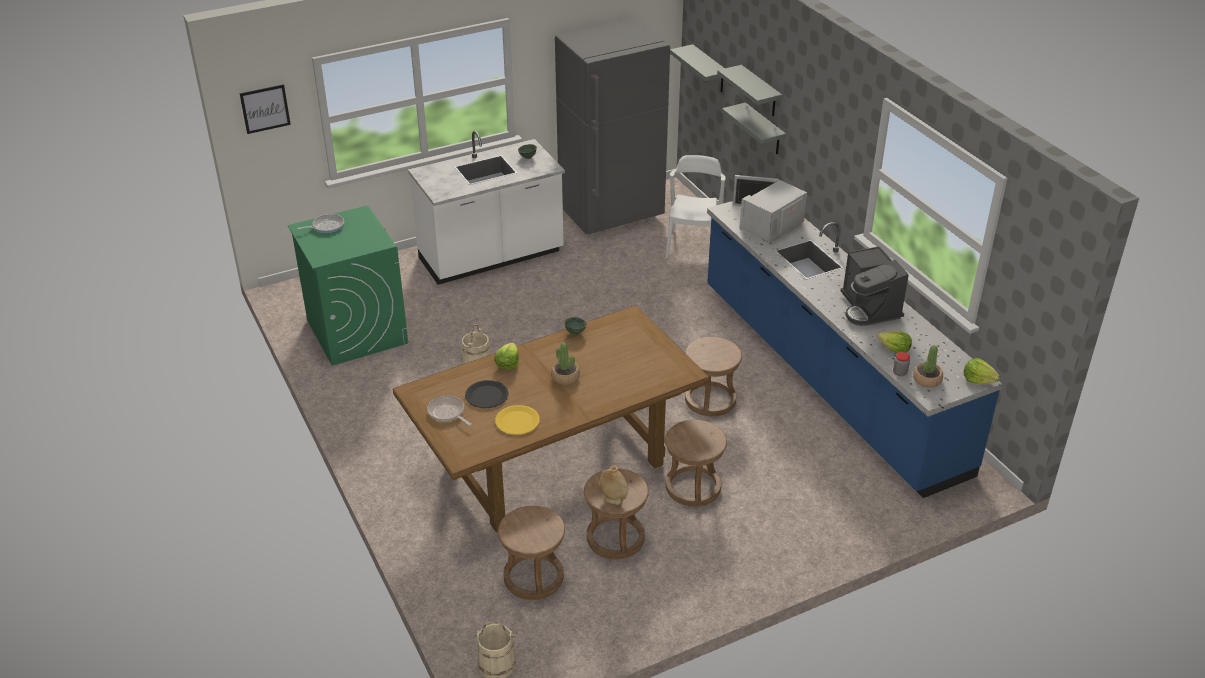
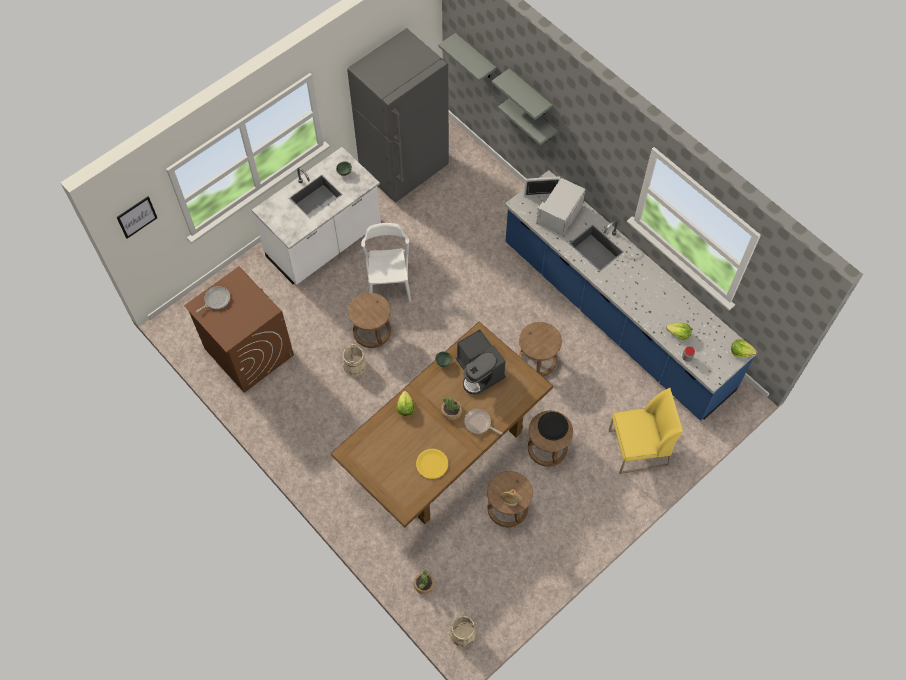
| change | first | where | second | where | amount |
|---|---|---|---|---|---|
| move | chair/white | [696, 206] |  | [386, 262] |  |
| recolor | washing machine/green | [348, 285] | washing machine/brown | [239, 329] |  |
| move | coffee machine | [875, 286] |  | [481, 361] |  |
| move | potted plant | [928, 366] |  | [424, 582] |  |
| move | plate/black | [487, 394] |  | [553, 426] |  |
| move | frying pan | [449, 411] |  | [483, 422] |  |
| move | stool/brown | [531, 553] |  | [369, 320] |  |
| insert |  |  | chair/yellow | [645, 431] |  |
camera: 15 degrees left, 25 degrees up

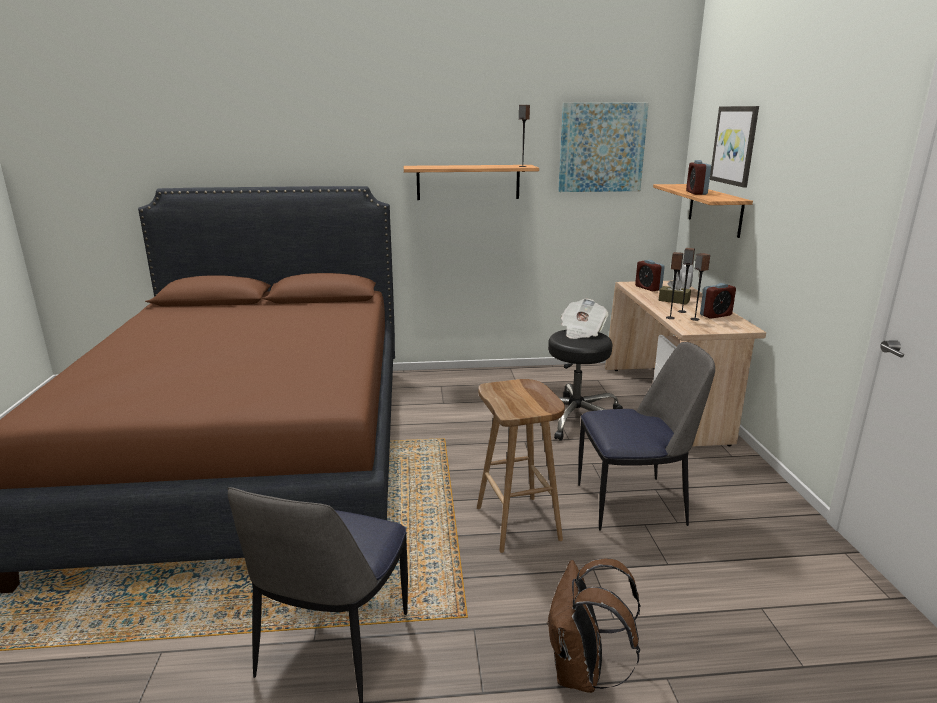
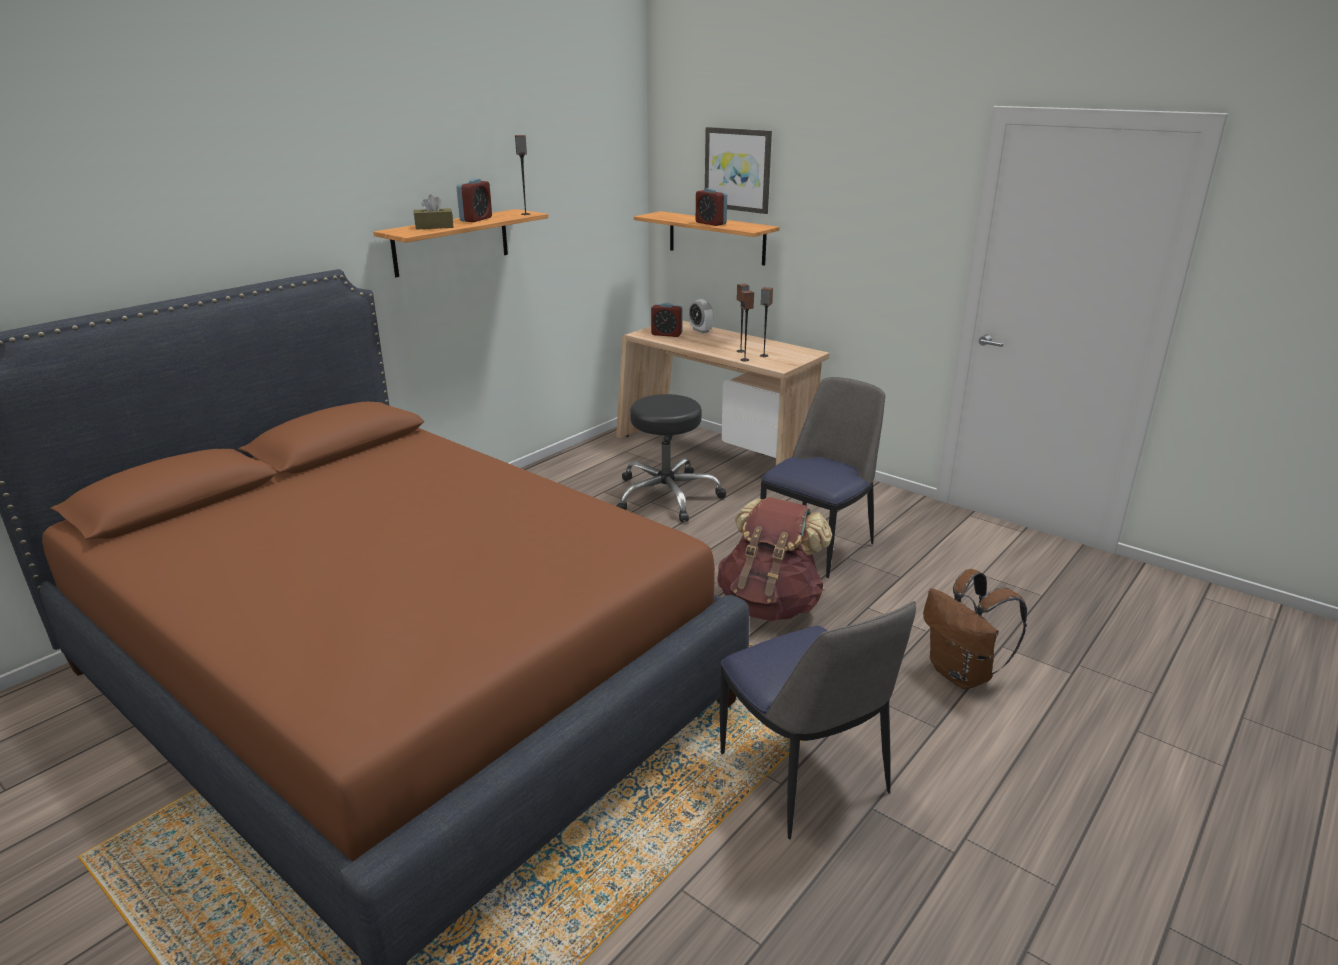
| change | first | where | second | where | amount |
|---|---|---|---|---|---|
| delete | picture | [603, 147] |  |  |  |
| move | tissue box/brown | [675, 291] |  | [434, 212] |  |
| move | alarm clock | [718, 301] |  | [474, 200] |  |
| delete | newspaper | [584, 319] |  |  |  |
| replace | stool/brown | [521, 466] | backpack/brown | [774, 559] |  |
camera: 45 degrees left, 5 degrees up

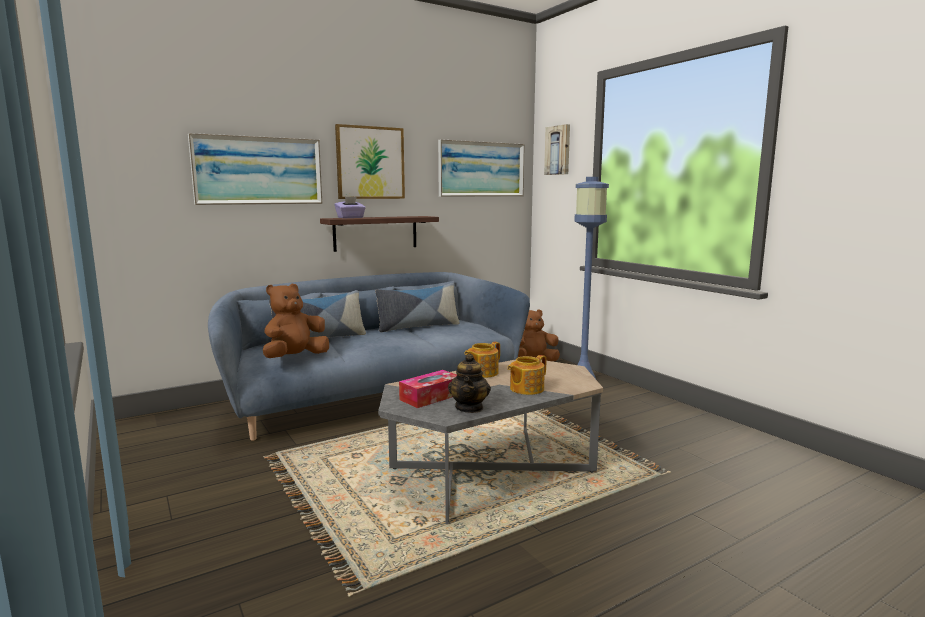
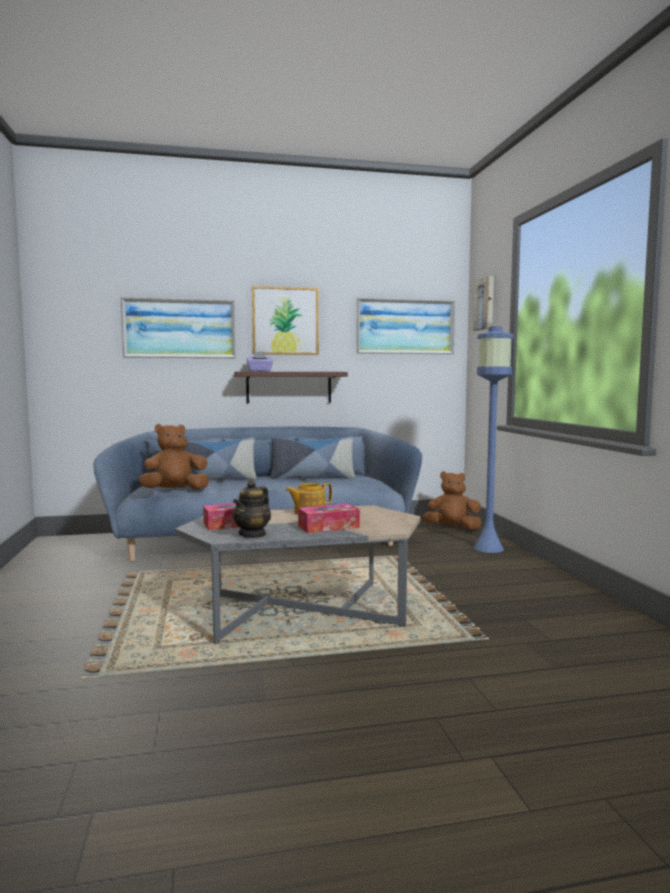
| change | first | where | second | where | amount |
|---|---|---|---|---|---|
| replace | teapot | [526, 375] | tissue box | [329, 518] |  |
camera: 20 degrees right, 5 degrees down

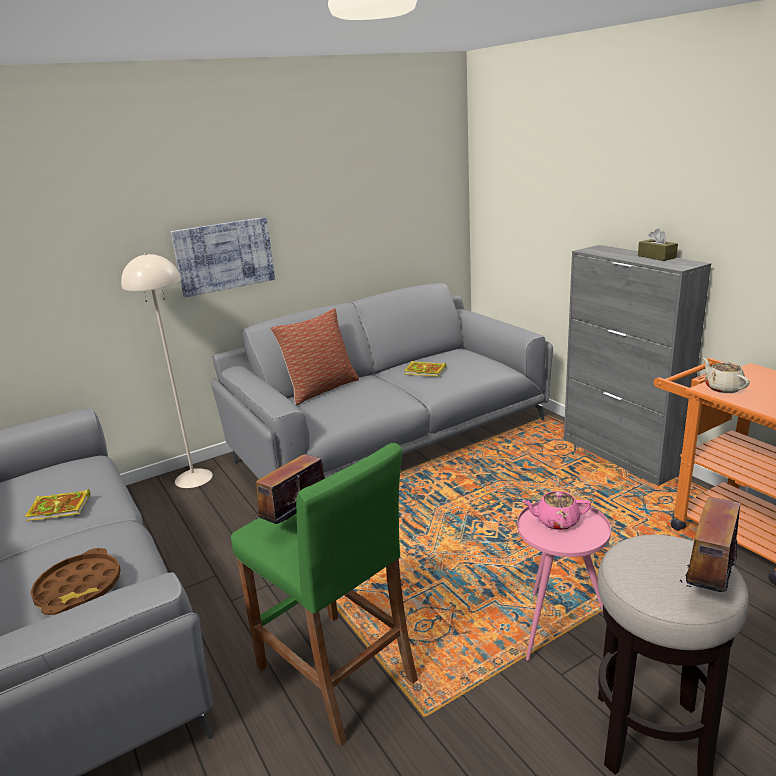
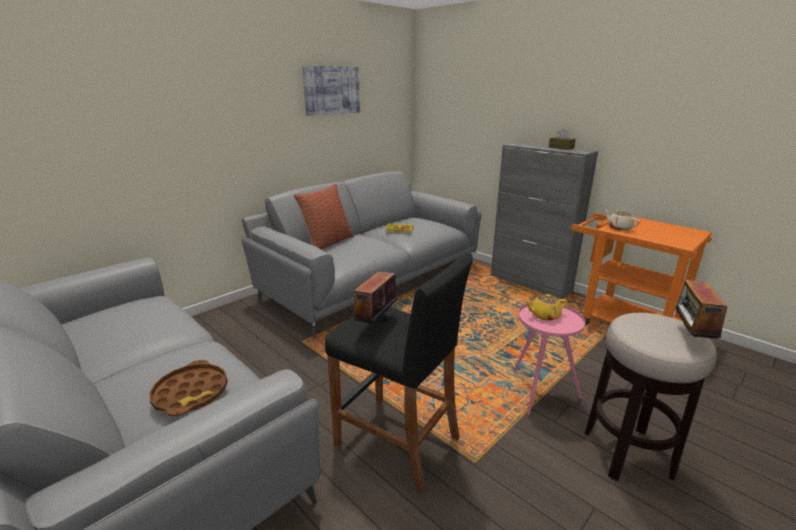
| change | first | where | second | where | amount |
|---|---|---|---|---|---|
| move | picture | [223, 257] |  | [331, 90] |  |
| delete | floor lamp/beige | [167, 370] |  |  |  |
| recolor | stool/green | [324, 594] | stool/black | [398, 373] |  |
| delete | book | [58, 505] |  |  |  |
| recolor | teapot/pink | [556, 510] | teapot/yellow | [546, 307] |  |
camera: 15 degrees left, 0 degrees up

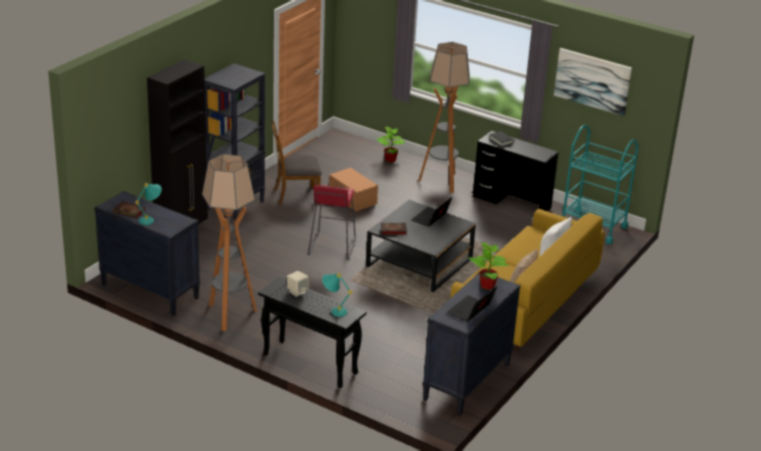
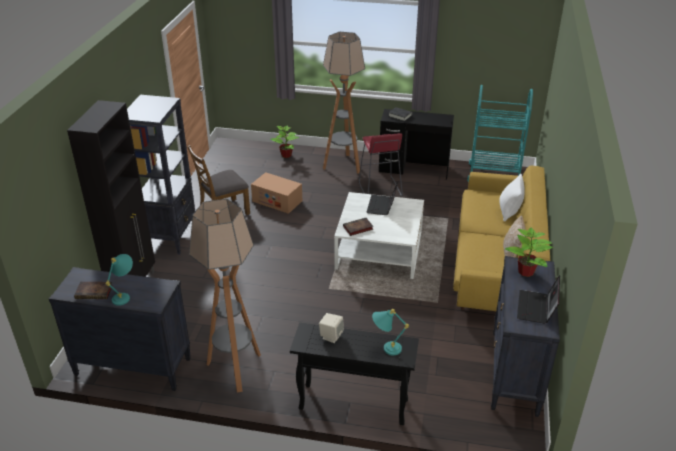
| change | first | where | second | where | amount |
|---|---|---|---|---|---|
| delete | picture | [593, 82] |  |  |  |
| move | stool/red | [332, 222] |  | [381, 164] |  |
| recolor | coffee table/black | [421, 246] | coffee table/white | [379, 235] |  |
camera: 20 degrees left, 5 degrees up

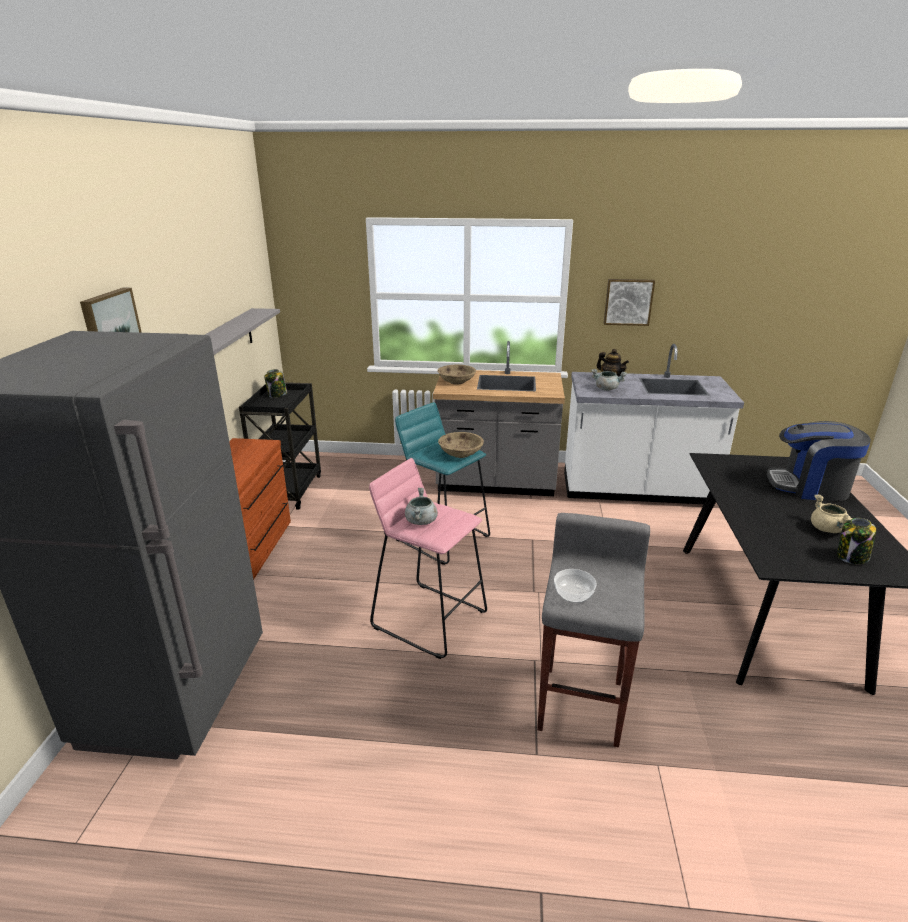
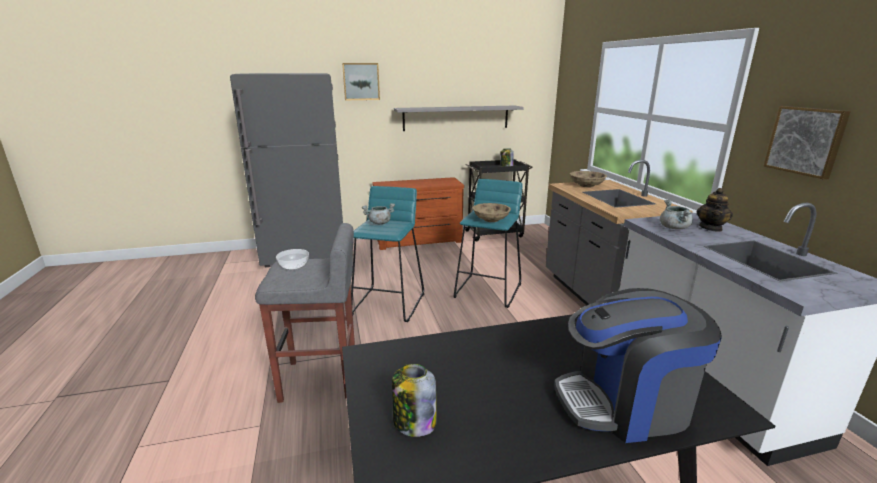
| change | first | where | second | where | amount |
|---|---|---|---|---|---|
| rotate | coffee machine | [819, 461] |  | [638, 365] | 90 degrees counterclockwise |
| recolor | stool/pink | [428, 558] | stool/turquoise | [387, 254] |  |
| delete | cooking pot/beige | [832, 514] |  |  |  |
camera: 70 degrees right, 5 degrees down

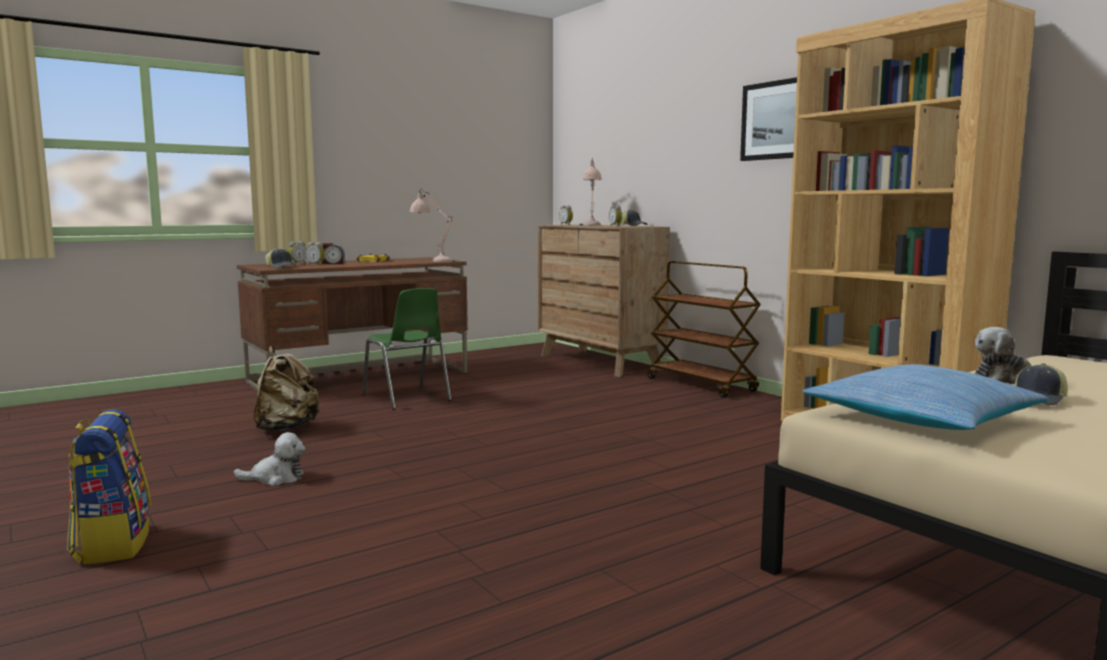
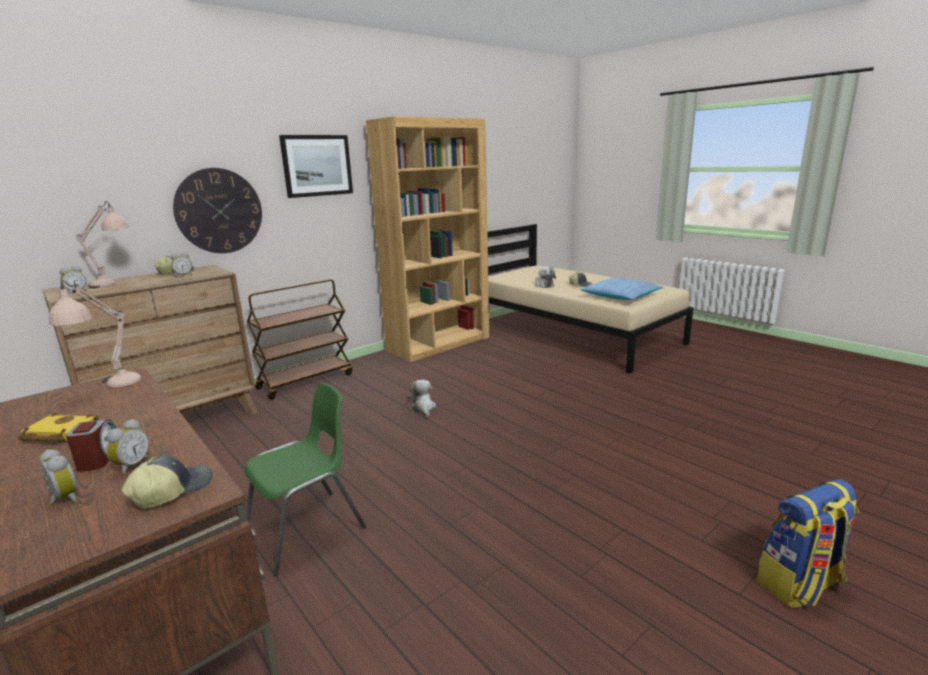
| change | first | where | second | where | amount |
|---|---|---|---|---|---|
| delete | backpack/beige | [286, 388] |  |  |  |
| move | plush toy | [269, 459] |  | [422, 399] |  |
| insert |  |  | wall clock | [217, 210] |  |
camera: 95 degrees left, 10 degrees up

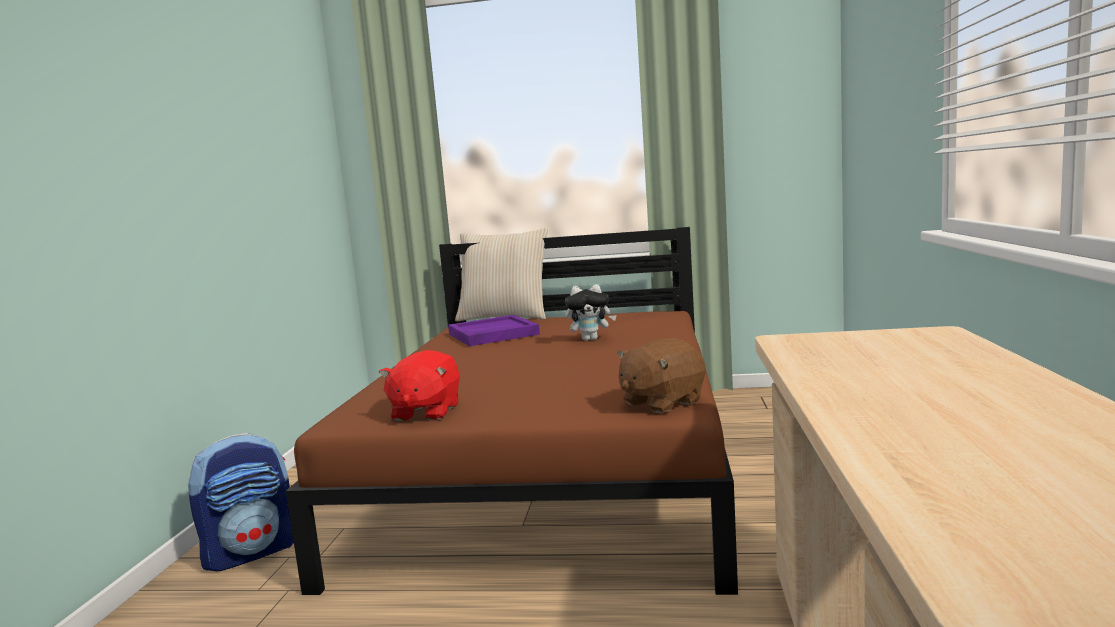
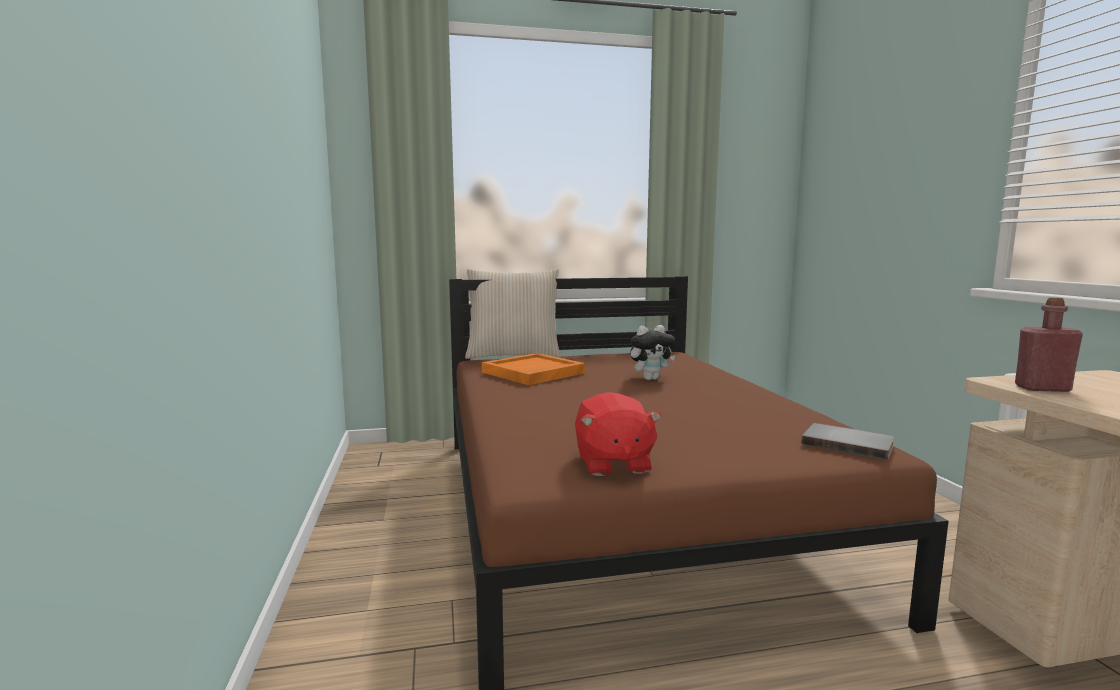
| change | first | where | second | where | amount |
|---|---|---|---|---|---|
| recolor | tray/purple | [494, 330] | tray/orange | [533, 369] |  |
| replace | plush toy/brown | [661, 375] | book/grey | [848, 441] |  |
| delete | backpack | [240, 502] |  |  |  |
| insert |  |  | bottle/red | [1049, 344] |  |
camera: 20 degrees left, 0 degrees up

